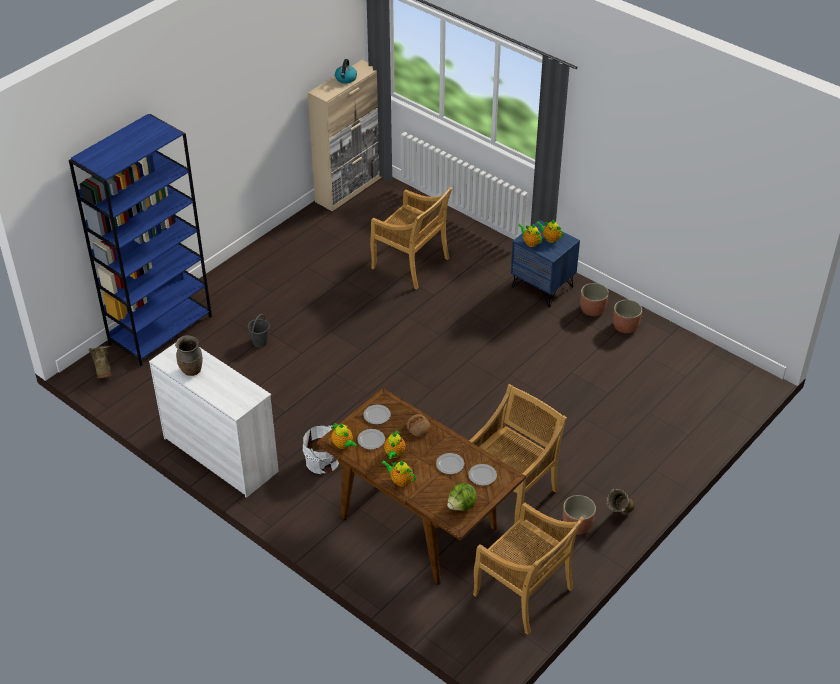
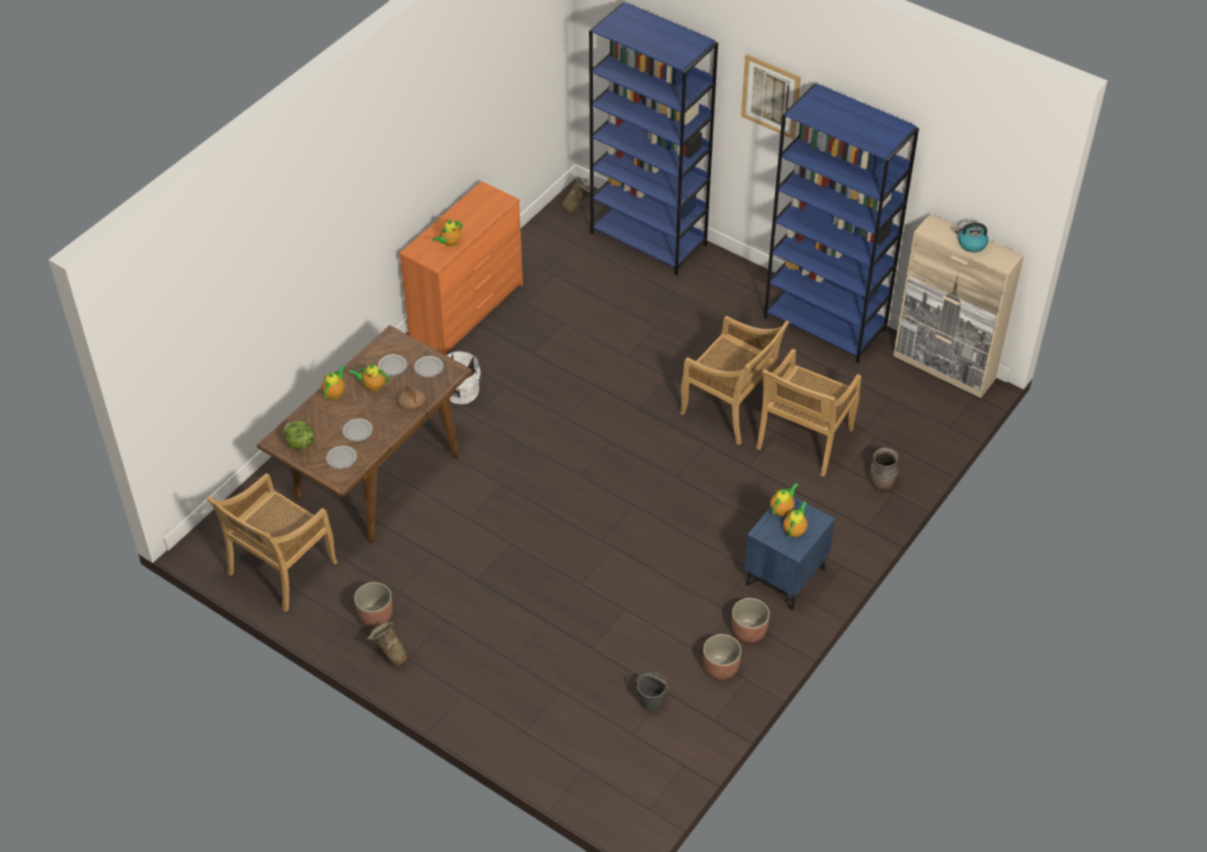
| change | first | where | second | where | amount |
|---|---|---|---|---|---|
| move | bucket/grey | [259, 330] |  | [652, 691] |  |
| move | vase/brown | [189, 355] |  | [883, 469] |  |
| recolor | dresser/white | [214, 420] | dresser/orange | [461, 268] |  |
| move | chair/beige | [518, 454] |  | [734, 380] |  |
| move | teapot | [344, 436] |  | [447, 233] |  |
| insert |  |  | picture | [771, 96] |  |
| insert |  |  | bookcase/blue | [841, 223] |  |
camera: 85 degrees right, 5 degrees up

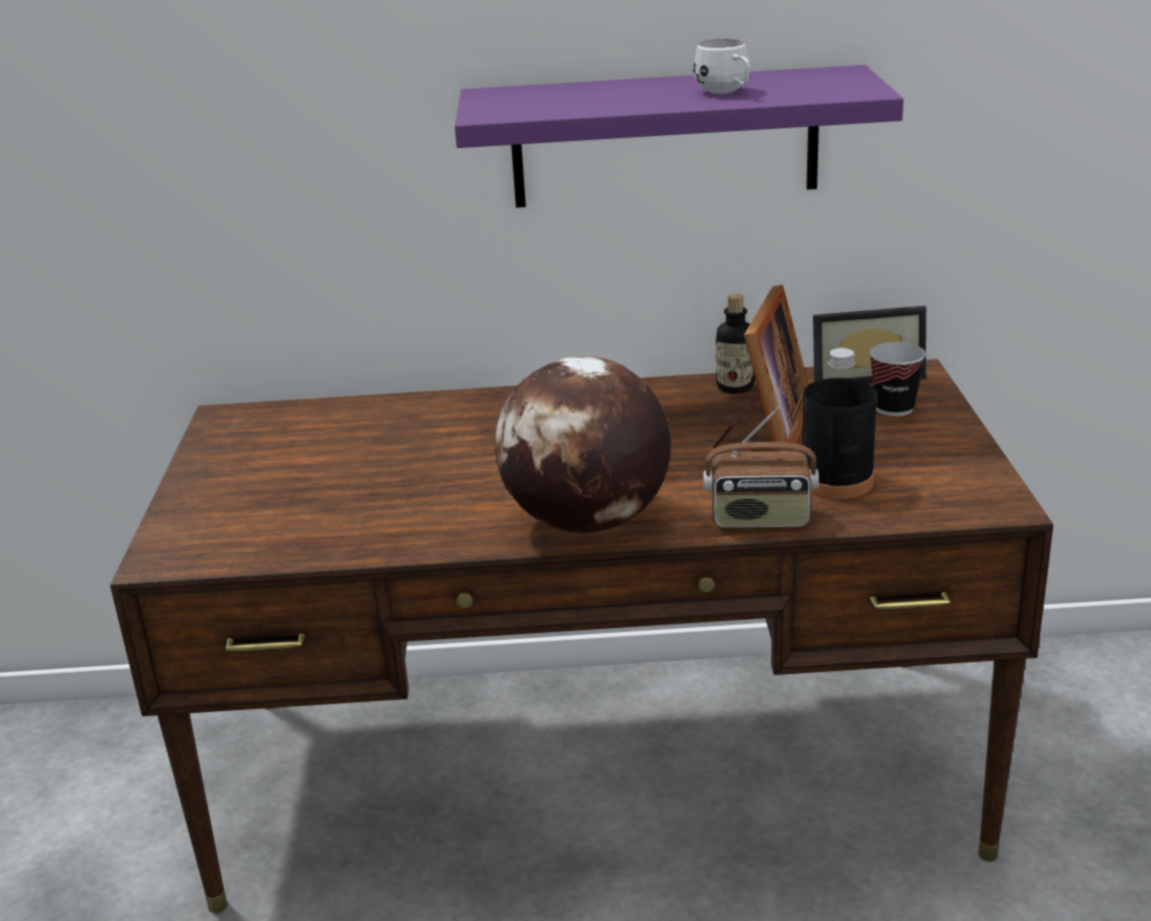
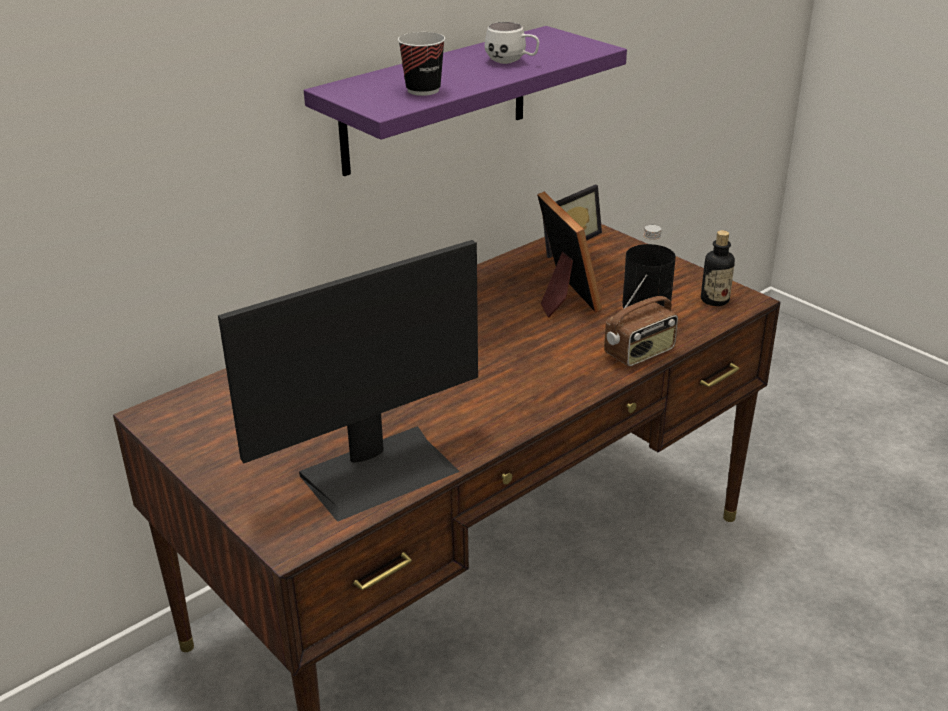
| change | first | where | second | where | amount |
|---|---|---|---|---|---|
| move | bottle | [735, 343] |  | [718, 268] |  |
| move | cup | [897, 379] |  | [421, 64] |  |
| delete | globe | [583, 445] |  |  |  |
| insert |  |  | monitor | [348, 381] |  |
camera: 40 degrees left, 5 degrees up

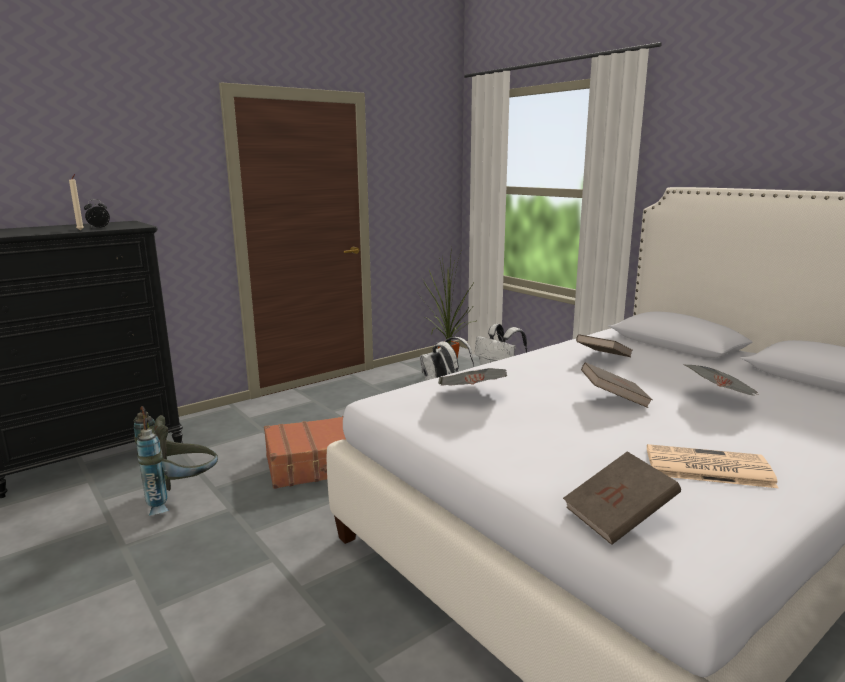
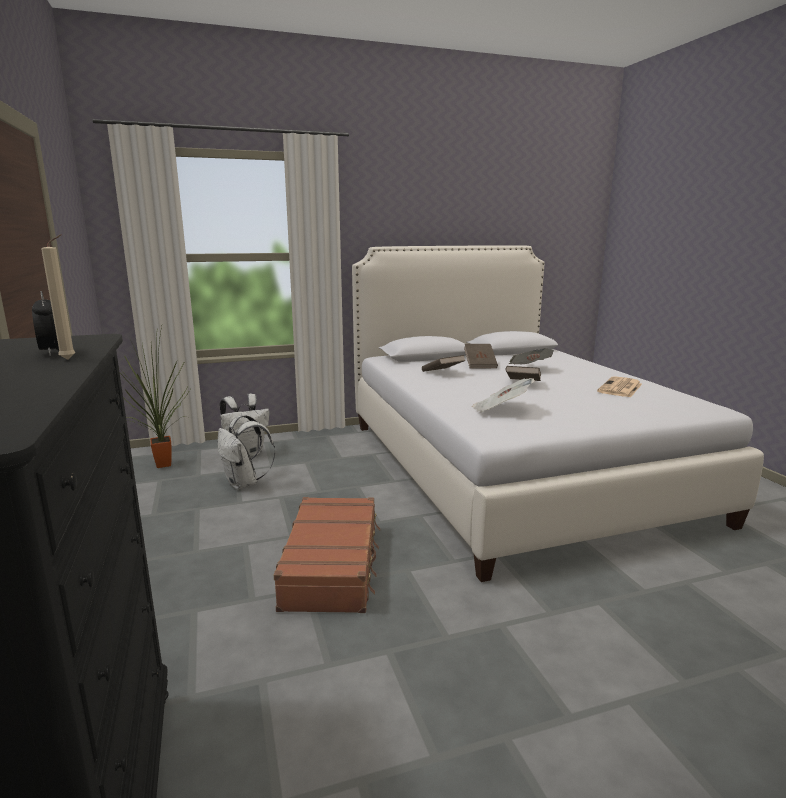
| change | first | where | second | where | amount |
|---|---|---|---|---|---|
| delete | backpack/grey | [176, 461] |  |  |  |
| move | book/brown | [622, 498] |  | [481, 356] |  |
camera: 70 degrees left, 0 degrees up

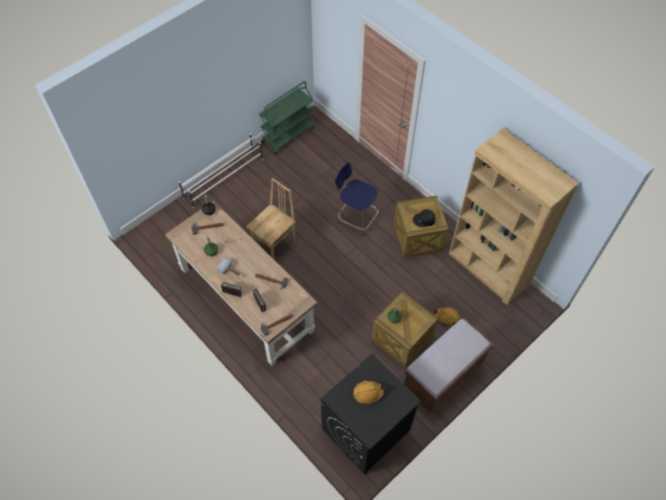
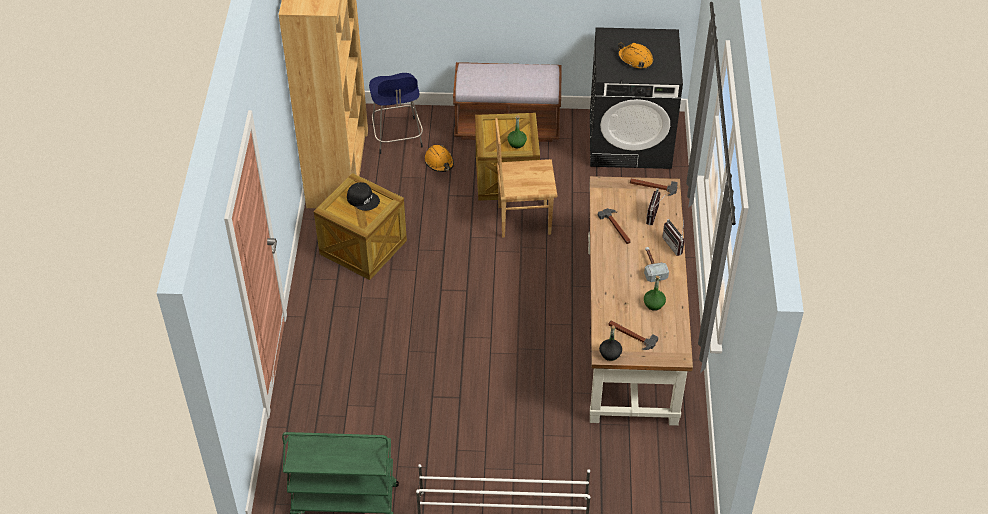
| change | first | where | second | where | amount |
|---|---|---|---|---|---|
| move | stool/blue | [356, 199] |  | [396, 113] |  |
| move | chair/brown | [271, 219] |  | [526, 178] |  |
camera: 135 degrees left, 10 degrees down

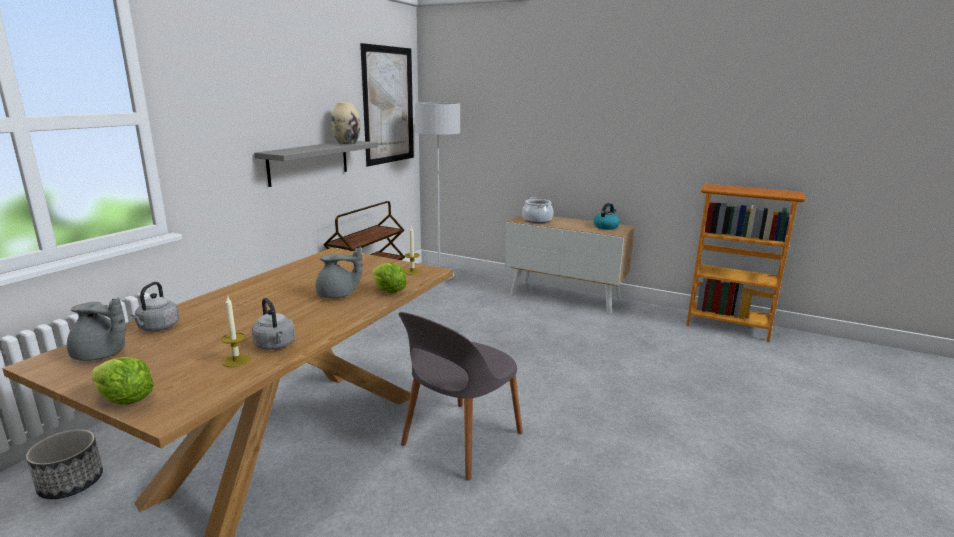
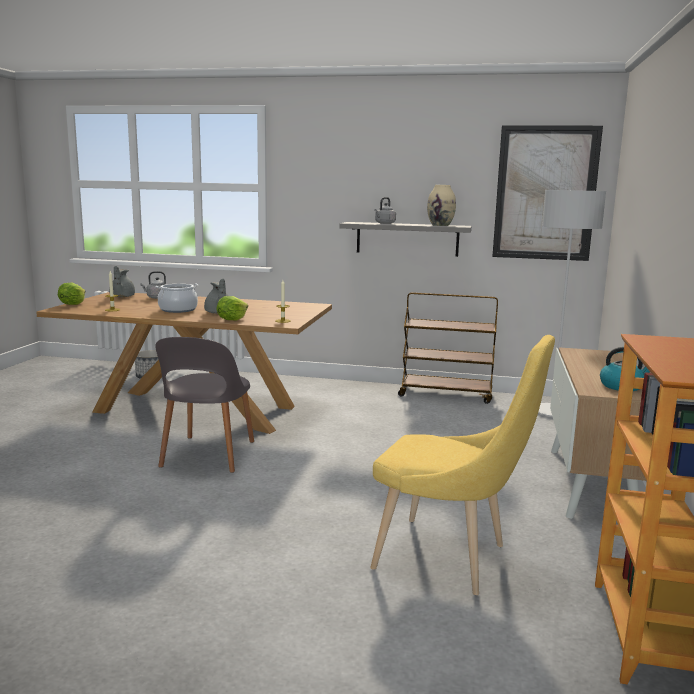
| change | first | where | second | where | amount |
|---|---|---|---|---|---|
| move | cooking pot | [537, 210] |  | [177, 298] |  |
| move | kettle/grey | [273, 324] |  | [385, 210] |  |
| rotate | chair/grey | [460, 396] |  | [204, 405] | 105 degrees counterclockwise |
| insert |  |  | chair/yellow | [462, 465] |  |
camera: 75 degrees right, 5 degrees down

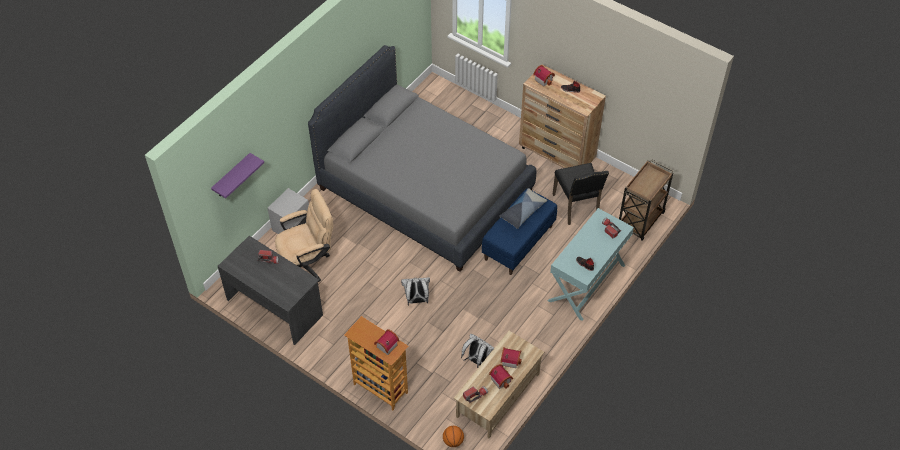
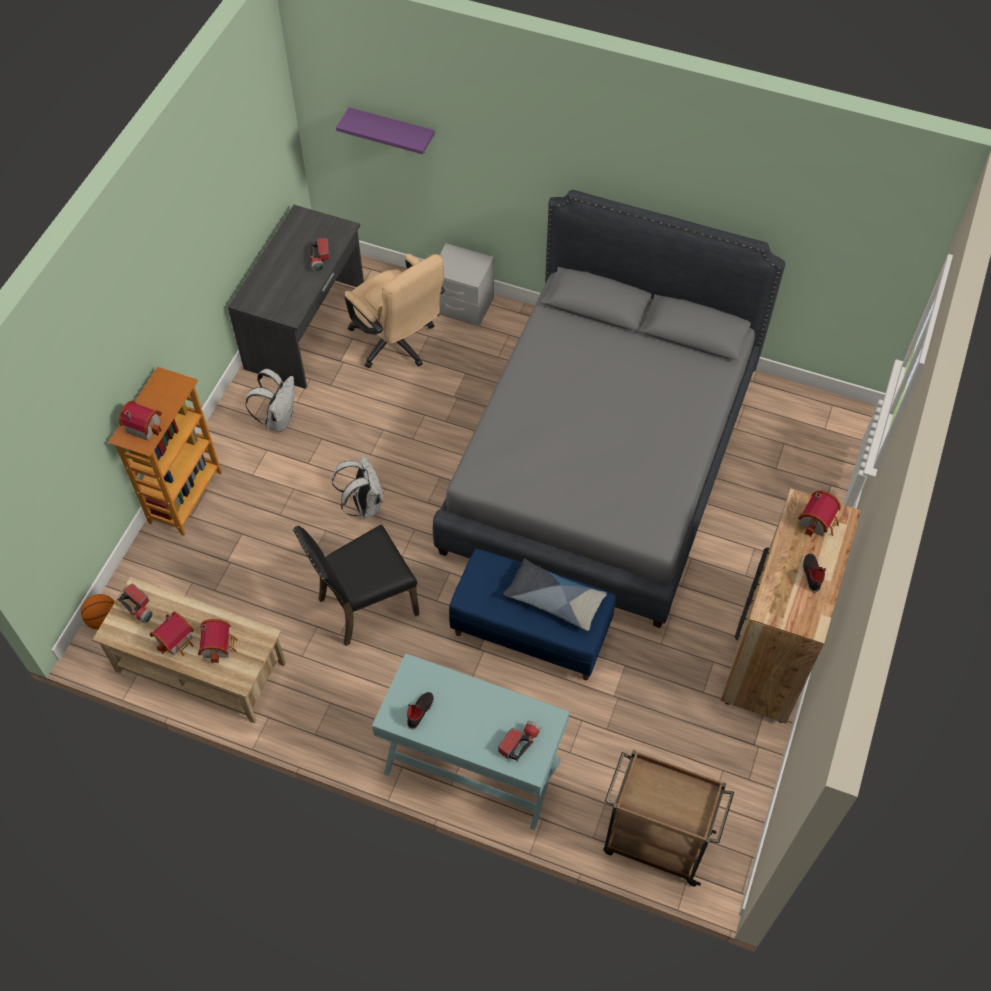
| change | first | where | second | where | amount |
|---|---|---|---|---|---|
| move | chair/black | [581, 194] |  | [356, 585] |  |
| move | backpack/white | [477, 350] |  | [270, 400] |  |
camera: 75 degrees right, 5 degrees up

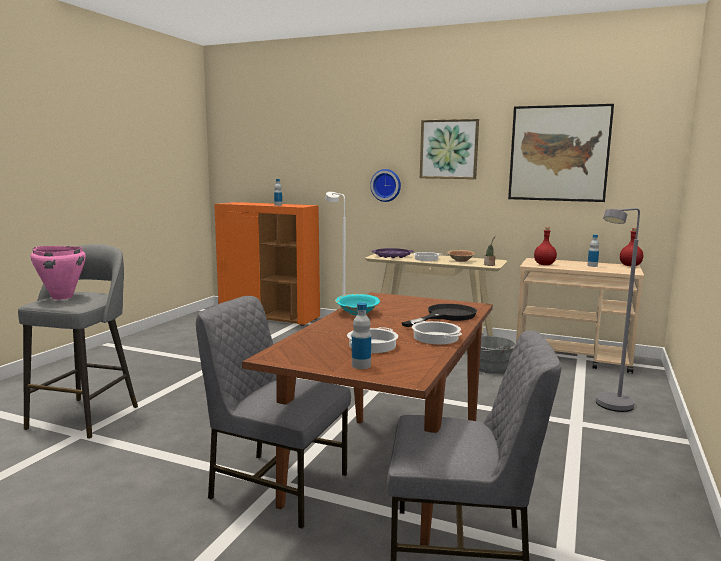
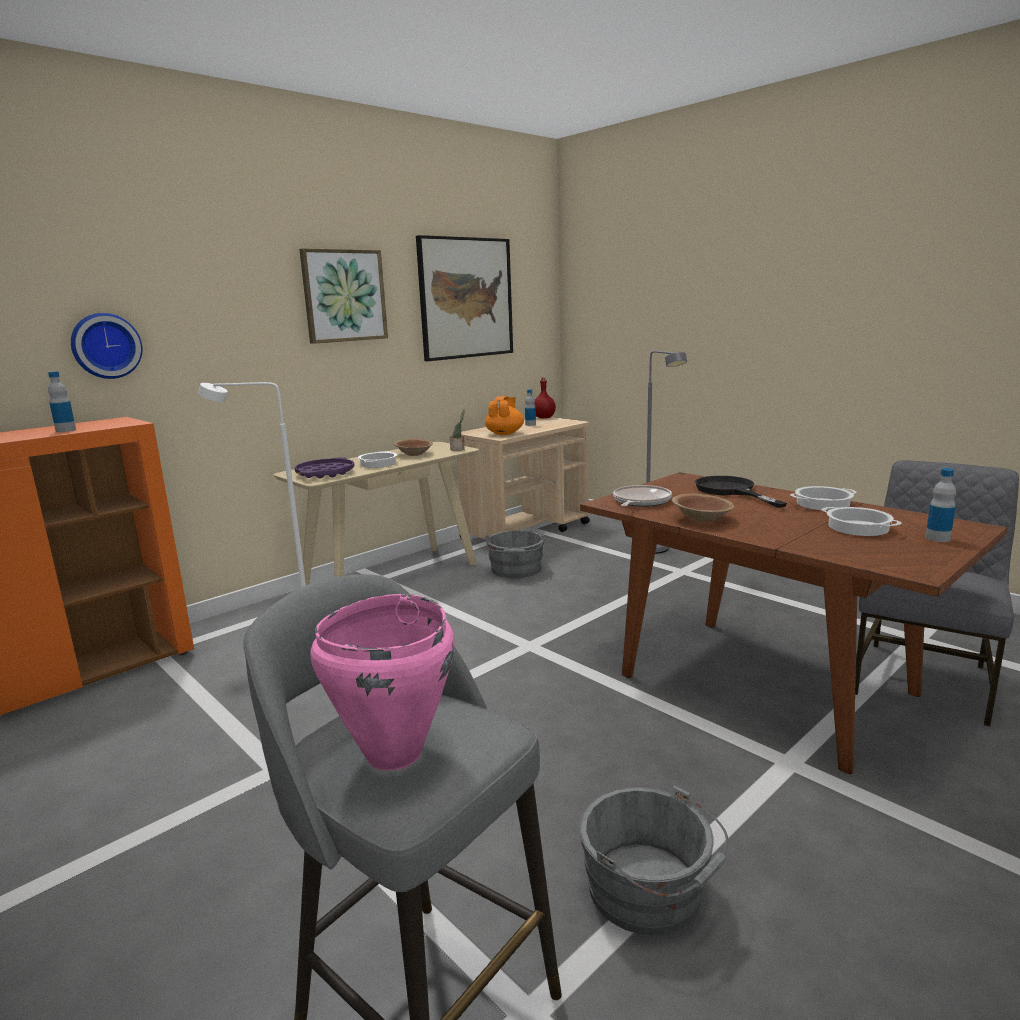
| change | first | where | second | where | amount |
|---|---|---|---|---|---|
| move | wall clock | [385, 185] |  | [106, 346] |  |
| replace | bottle/red | [545, 246] | teapot/orange | [504, 415] |  |
| recolor | bowl/turquoise | [357, 304] | bowl/brown | [703, 508] |  |
| delete | chair/grey | [273, 412] |  |  |  |
| insert |  |  | frying pan | [642, 496] |  |
| insert |  |  | bucket/grey | [653, 860] |  |
camera: 65 degrees left, 5 degrees up

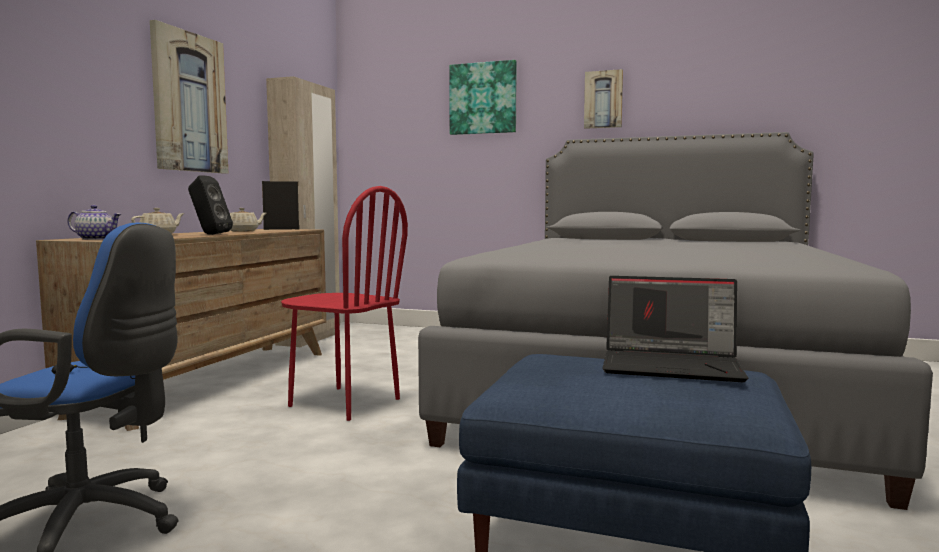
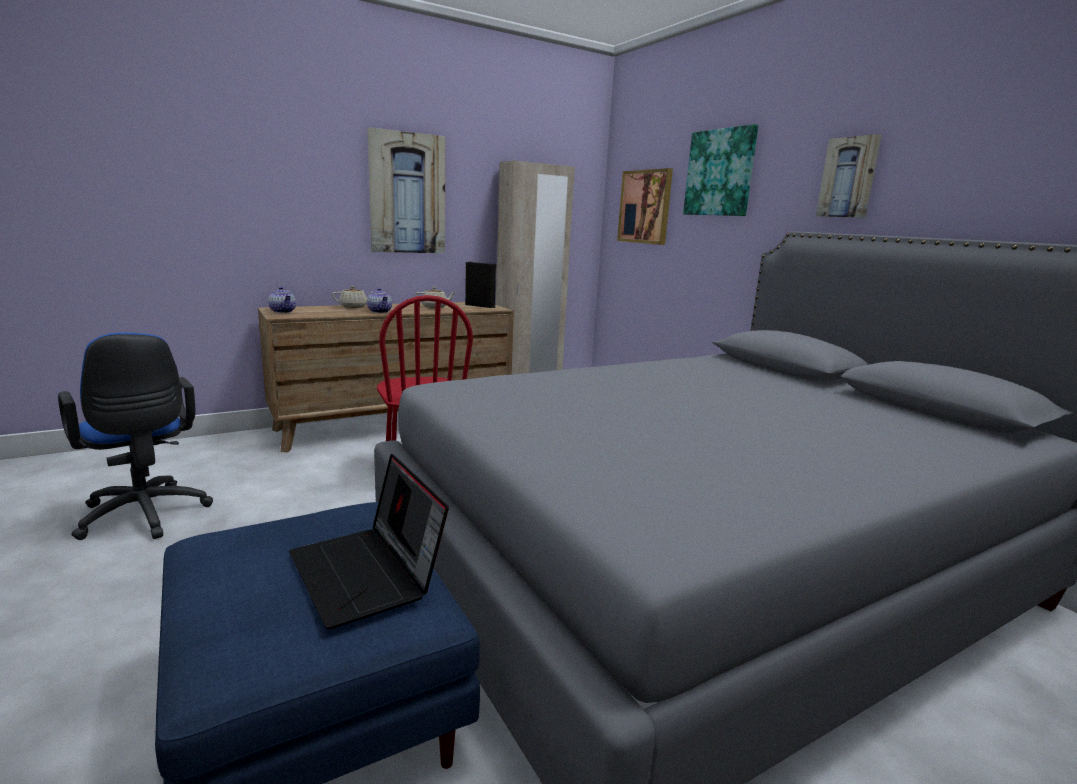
| change | first | where | second | where | amount |
|---|---|---|---|---|---|
| replace | speaker/black | [210, 205] | teapot | [379, 300] |  |
| insert |  |  | picture | [645, 206] |  |
camera: 40 degrees right, 10 degrees up

